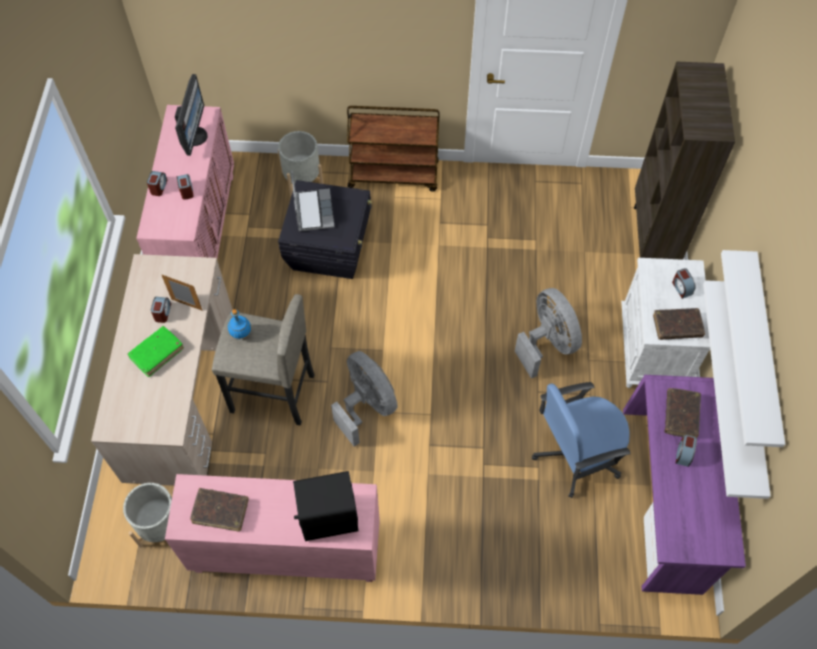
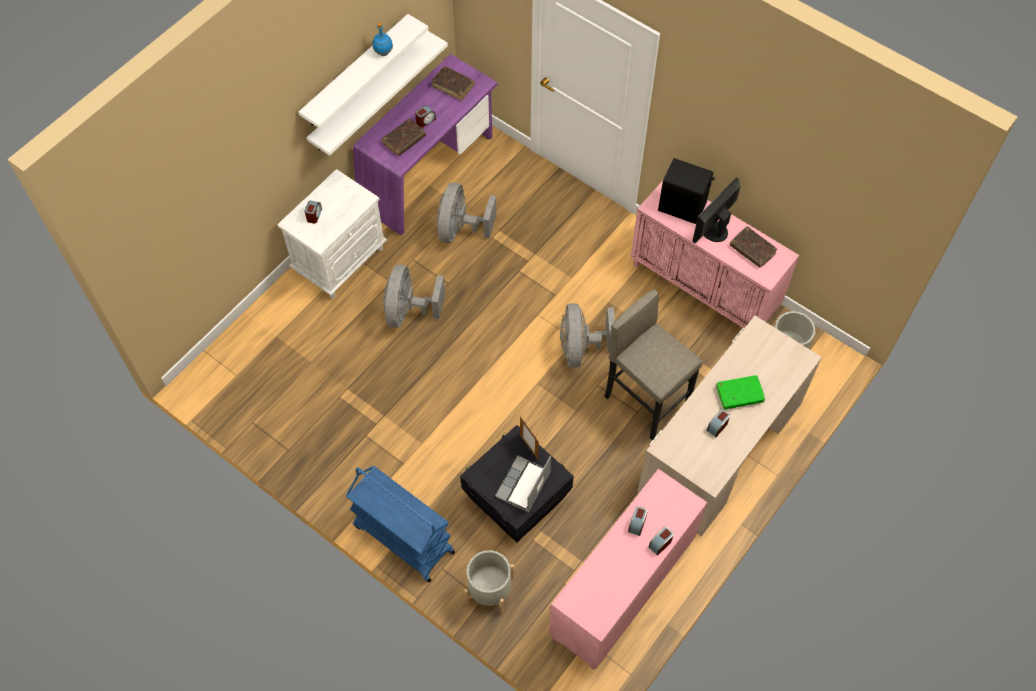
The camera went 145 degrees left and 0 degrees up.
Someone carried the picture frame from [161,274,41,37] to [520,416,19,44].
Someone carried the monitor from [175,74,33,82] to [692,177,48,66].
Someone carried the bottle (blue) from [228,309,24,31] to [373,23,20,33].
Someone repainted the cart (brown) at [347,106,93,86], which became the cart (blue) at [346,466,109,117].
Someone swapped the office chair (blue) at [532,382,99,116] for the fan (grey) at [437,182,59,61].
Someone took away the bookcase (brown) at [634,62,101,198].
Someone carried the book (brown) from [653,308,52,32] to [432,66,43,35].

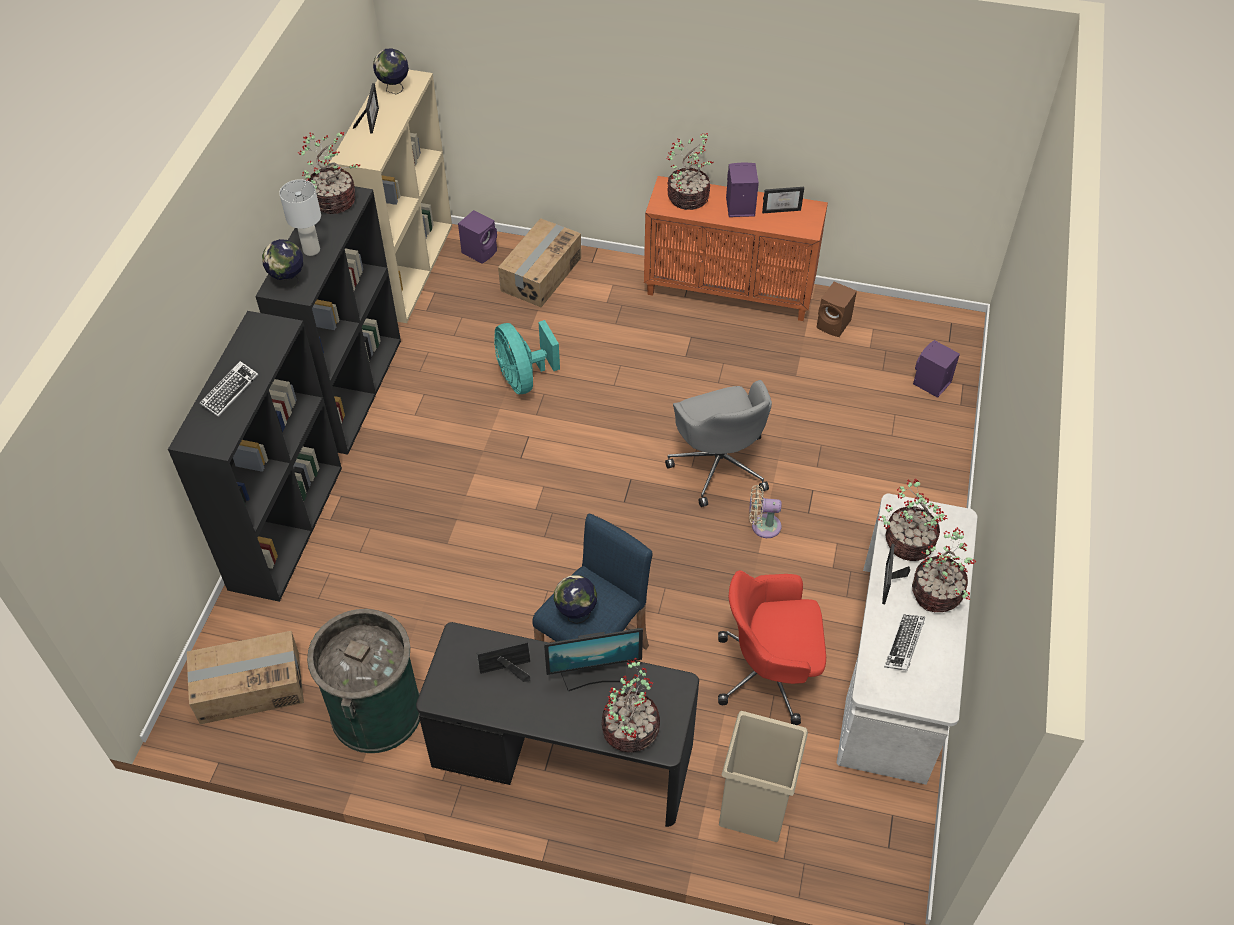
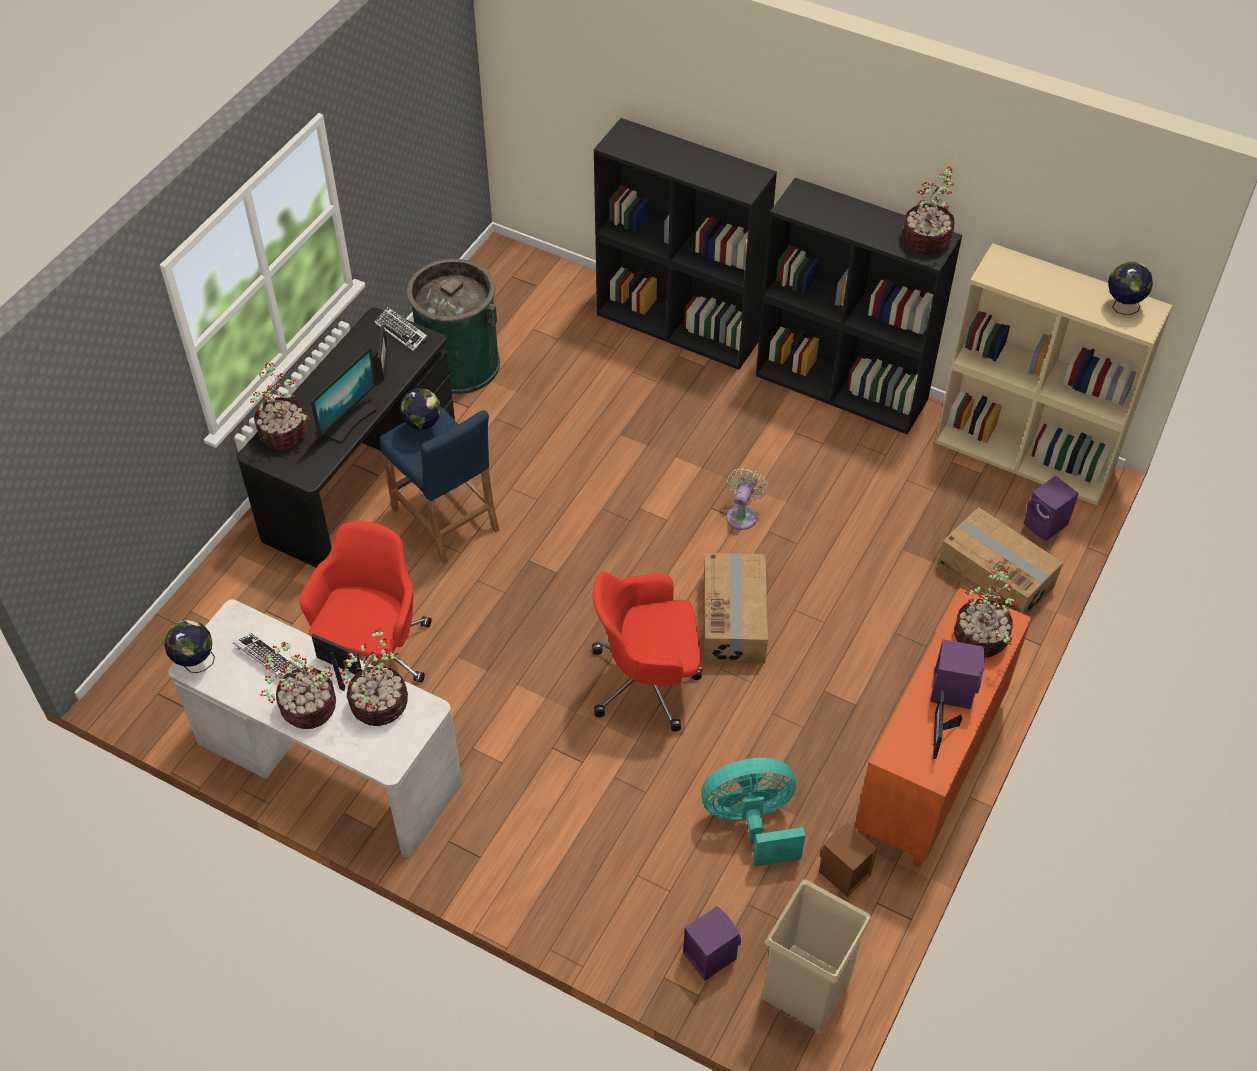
The camera went 105 degrees right and 0 degrees up.
Someone carried the cardboard box from [187,631,117,93] to [704,553,64,111].
Someone carried the keyboard from [199,361,59,56] to [375,307,52,45].
Someone carried the globe from [262,239,41,49] to [164,620,51,53].
Someone took away the table lamp (white) at [279,179,42,77].
Someone took away the picture frame at [353,83,26,51].
Someone carried the fan (turquoise) from [494,320,66,74] to [701,758,105,108].
Someone rotated the monitor at [544,628,99,64] by 150 degrees counterclockwise.
Someone repainted the office chair (grey) at [665,380,107,127], which became the office chair (red) at [592,571,110,160].
Someone carried the trash can (beige) from [719,711,89,131] to [762,879,110,153].
Someone carried the fan (beige) from [749,485,32,53] to [726,468,42,62].

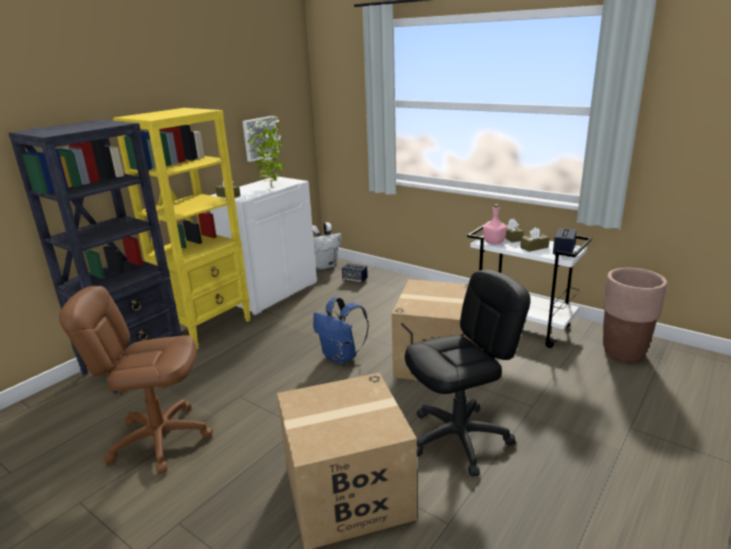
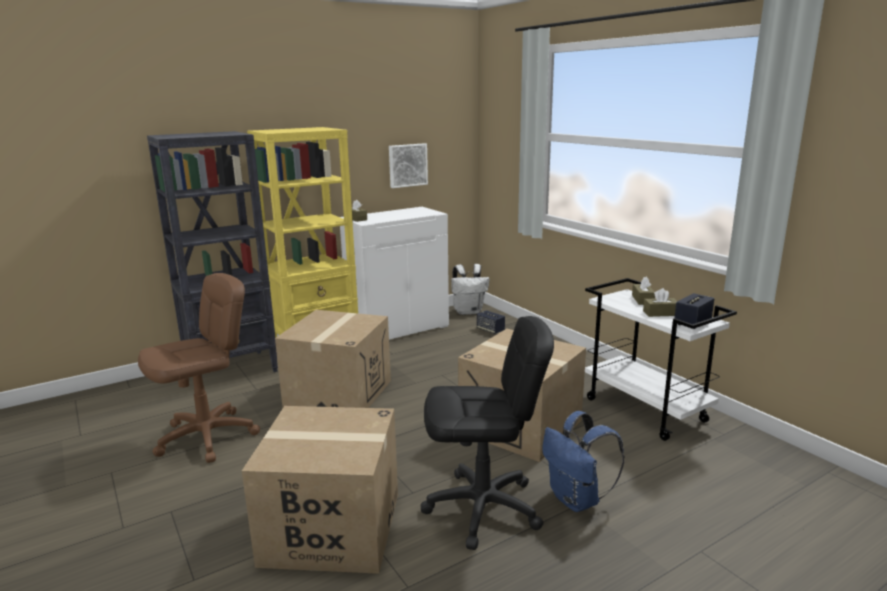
The camera went 20 degrees right and 5 degrees down.
Someone rotated the office chair (brown) at [59,286,154,188] by 120 degrees clockwise.
Someone took away the potted plant at [246,116,39,71].
Someone carried the backpack (blue) from [313,297,56,67] to [542,411,83,101].
Someone took away the bottle (pink) at [483,204,24,41].
Someone took away the planter (brown) at [603,268,64,94].
Someone put down the cardboard box at [275,310,116,98].

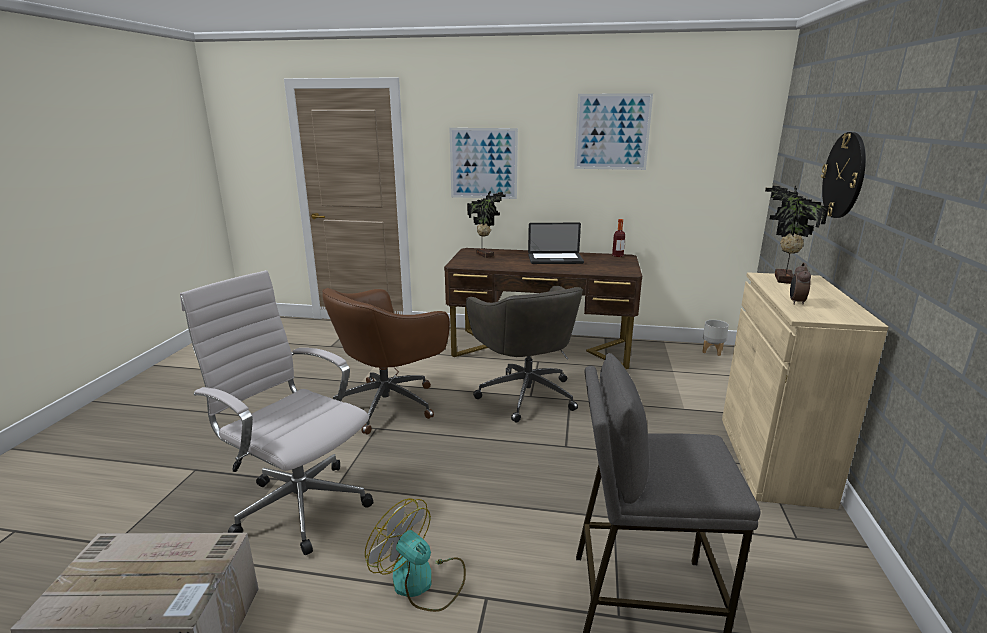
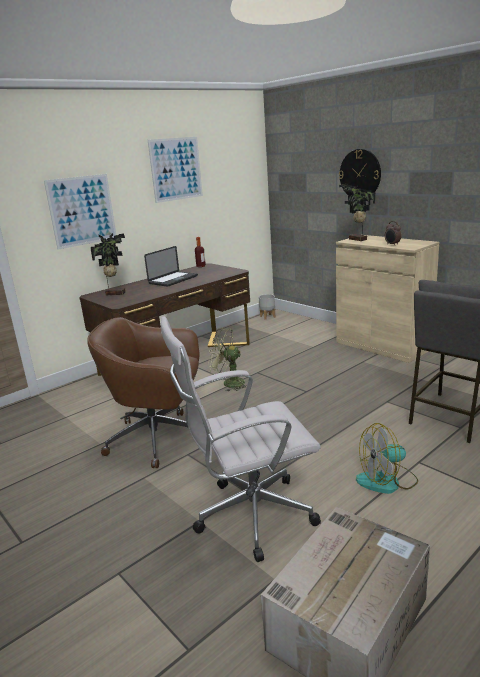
The camera went 50 degrees left and 0 degrees up.
Someone rotated the office chair (brown) at [322,288,128,147] by 105 degrees clockwise.
Someone swapped the office chair (grey) at [466,286,117,137] for the fan (green) at [208,328,39,64].

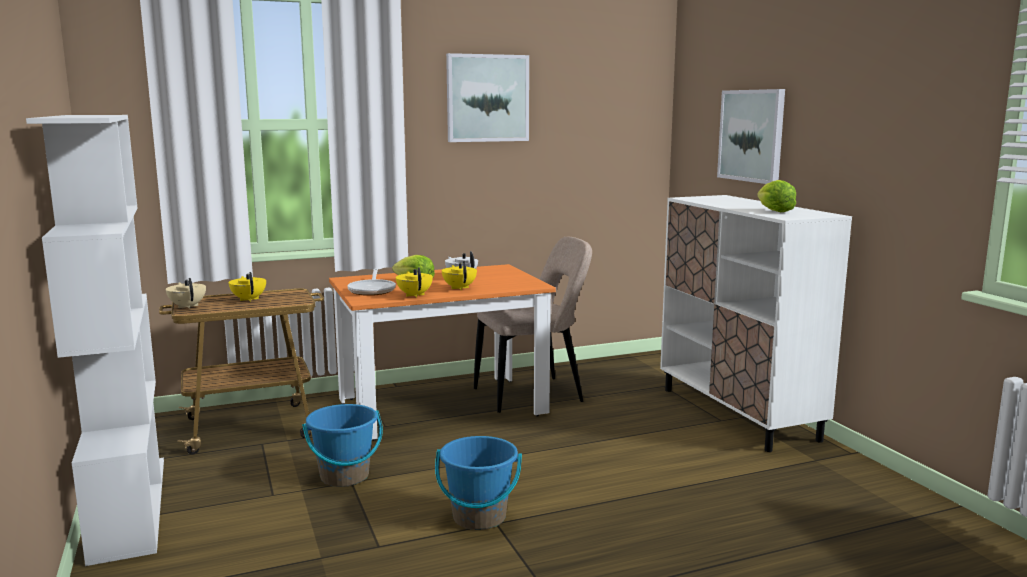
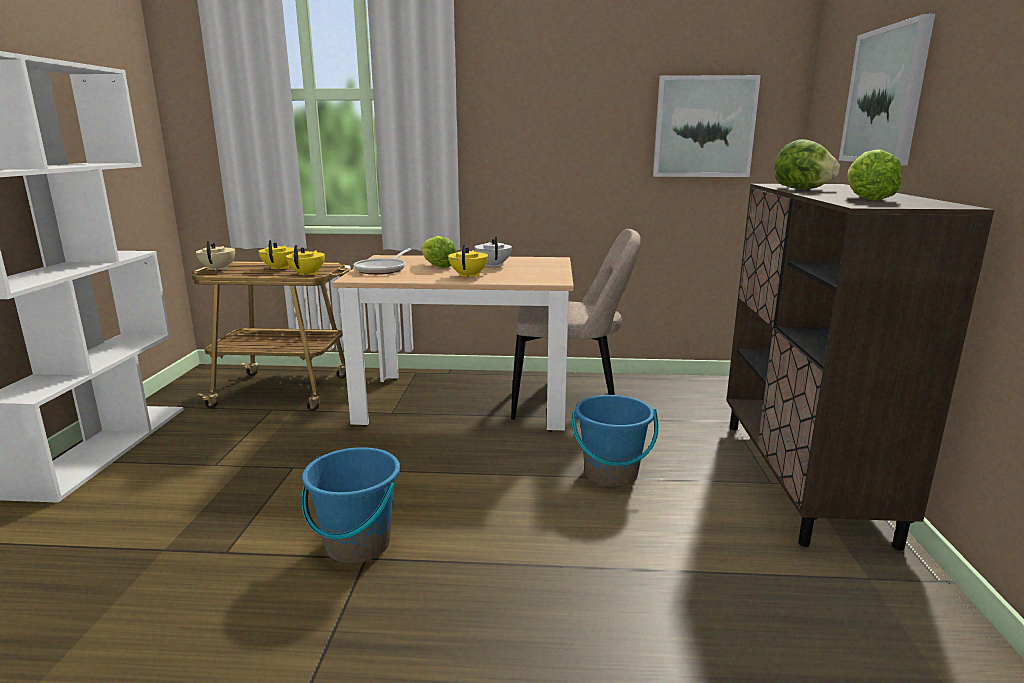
The camera went 25 degrees right and 5 degrees up.
Someone carried the bucket (blue) from [302,404,81,83] to [571,395,88,92].
Someone repainted the dining table (orange) at [329,264,227,177], which became the dining table (beige) at [332,255,242,177].
Someone carried the teapot (yellow) from [396,267,37,31] to [286,245,39,31].
Someone carried the picture from [446,53,83,89] to [653,75,108,102].
Someone repainted the cabinet (white) at [660,195,192,257], which became the cabinet (brown) at [726,184,269,367].
Someone put down the lettuce at [774,139,66,50].

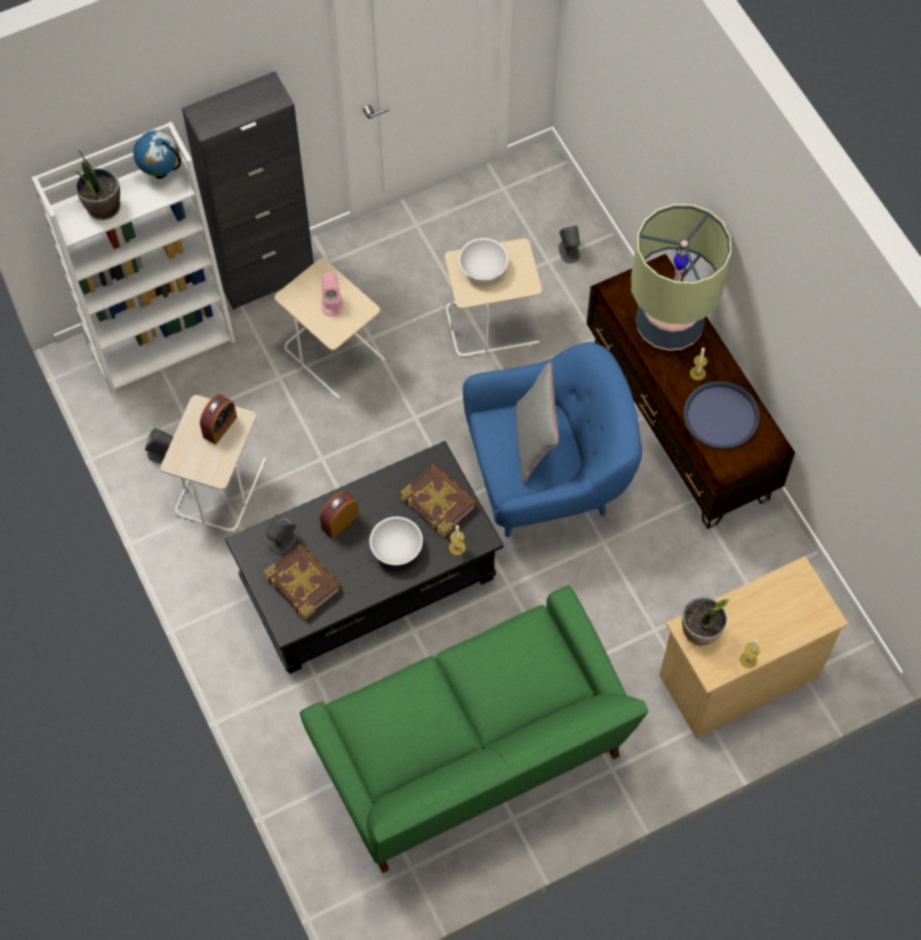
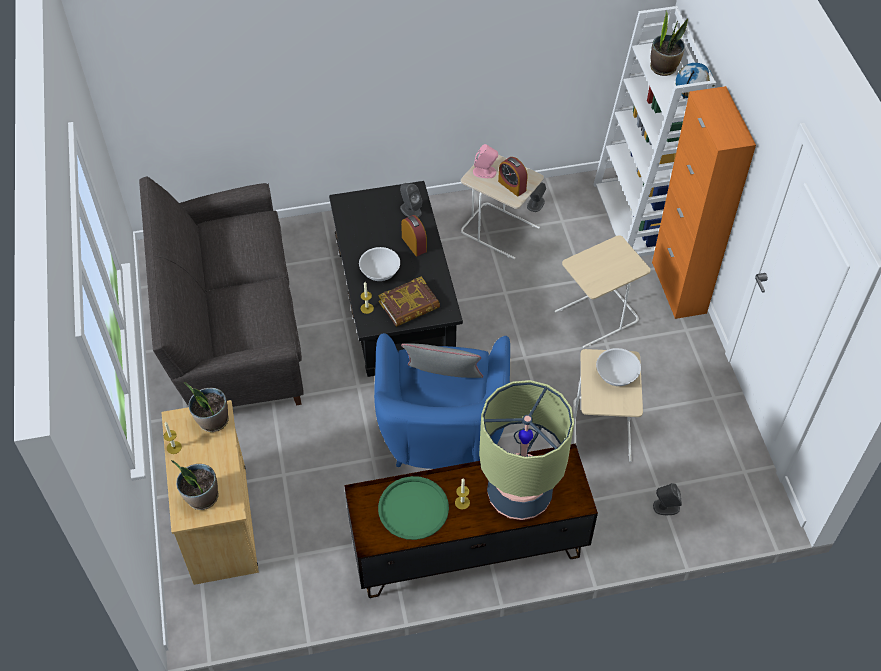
The camera went 105 degrees right and 10 degrees down.
Someone repainted the cabinet (black) at [182,71,132,239], which became the cabinet (orange) at [652,86,104,233].
Someone took away the book at [264,544,78,76].
Someone repainted the sofa (green) at [300,585,348,288], which became the sofa (grey) at [139,176,165,231].
Someone carried the speaker (pink) from [321,272,22,45] to [473,144,25,34].
Someone repainted the tray (blue) at [684,381,76,68], which became the tray (green) at [378,476,71,64].
Someone put down the potted plant at [171,460,47,50].

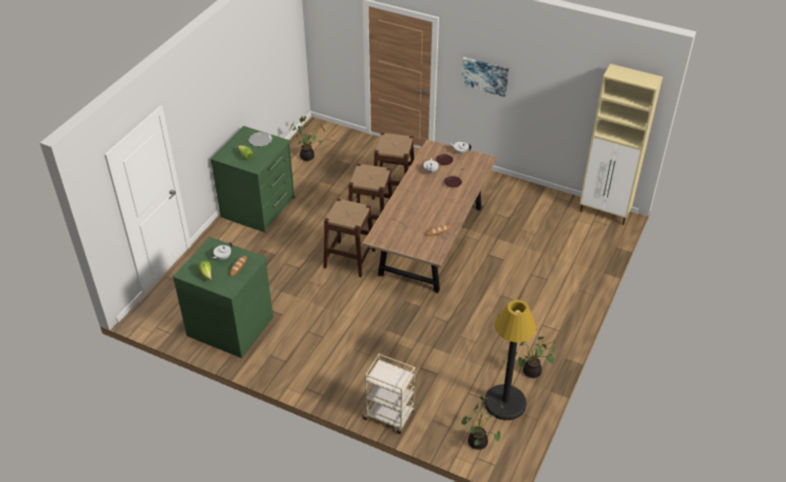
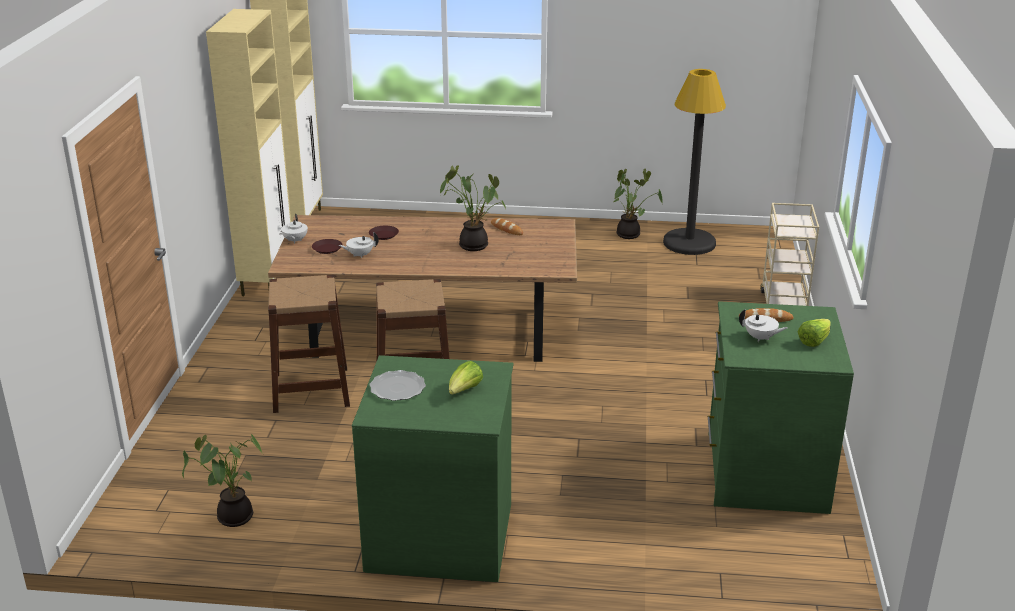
The camera went 110 degrees left and 15 degrees down.
Someone took away the stool (brown) at [323,198,52,79].
Someone took away the picture at [461,57,48,40].
Someone carried the potted plant from [461,396,43,54] to [440,166,66,85].
Someone put down the cabinet (beige) at [206,9,85,287].

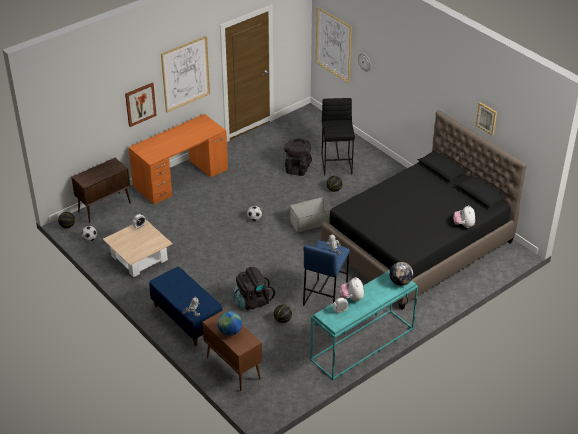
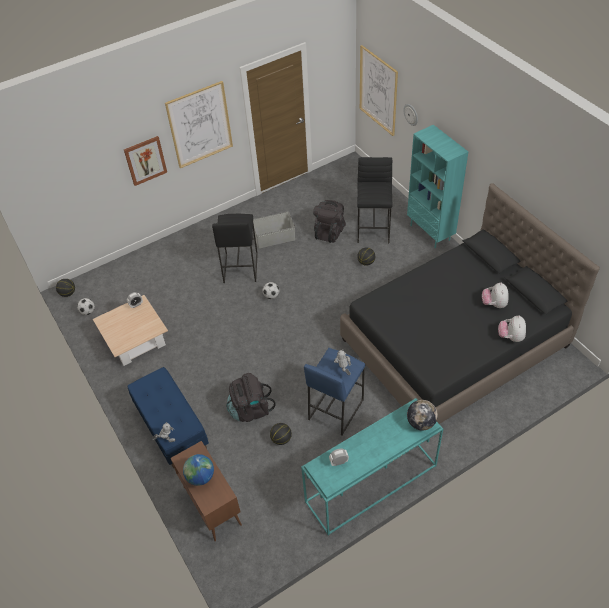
The camera went 10 degrees right and 10 degrees up.
Someone took away the cabinet (brown) at [71,158,60,65].
Someone took away the desk (orange) at [128,114,100,90].
Someone carried the storage box (grey) from [290,197,42,36] to [253,211,42,38].
Someone carried the plush toy from [340,277,24,24] to [482,282,27,26].
Someone took away the picture at [476,102,21,34].
Someone put down the stool (black) at [212,214,46,69].
Someone put down the bookcase (turquoise) at [407,125,61,123].

